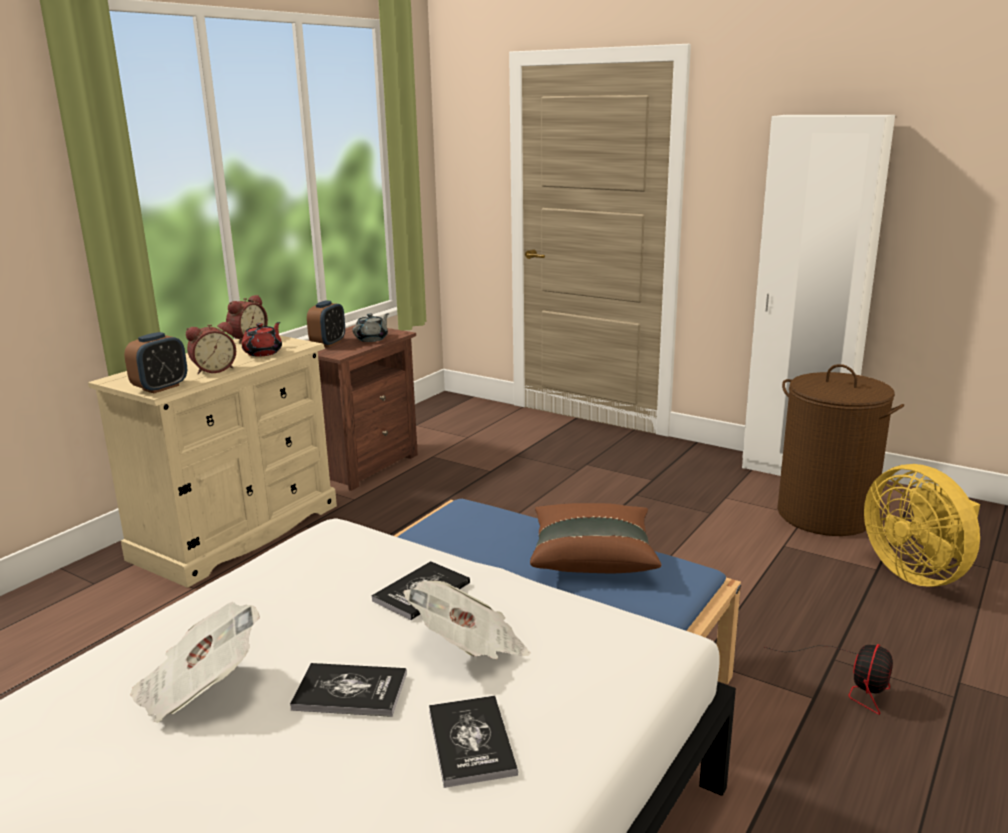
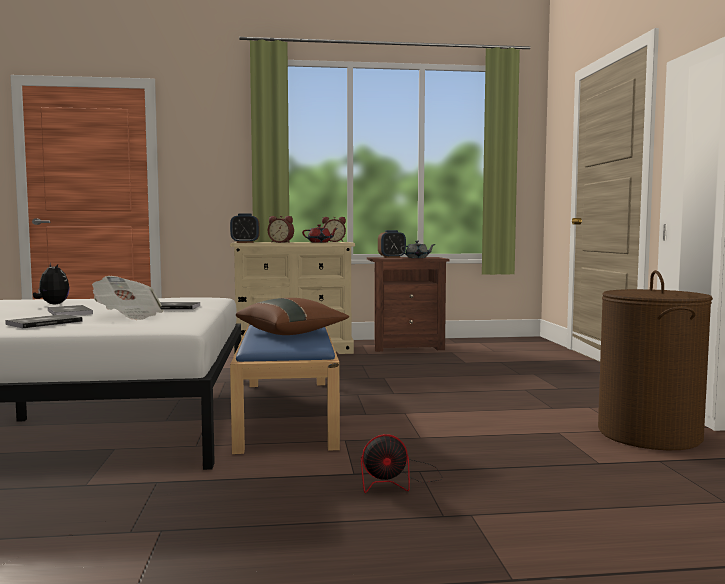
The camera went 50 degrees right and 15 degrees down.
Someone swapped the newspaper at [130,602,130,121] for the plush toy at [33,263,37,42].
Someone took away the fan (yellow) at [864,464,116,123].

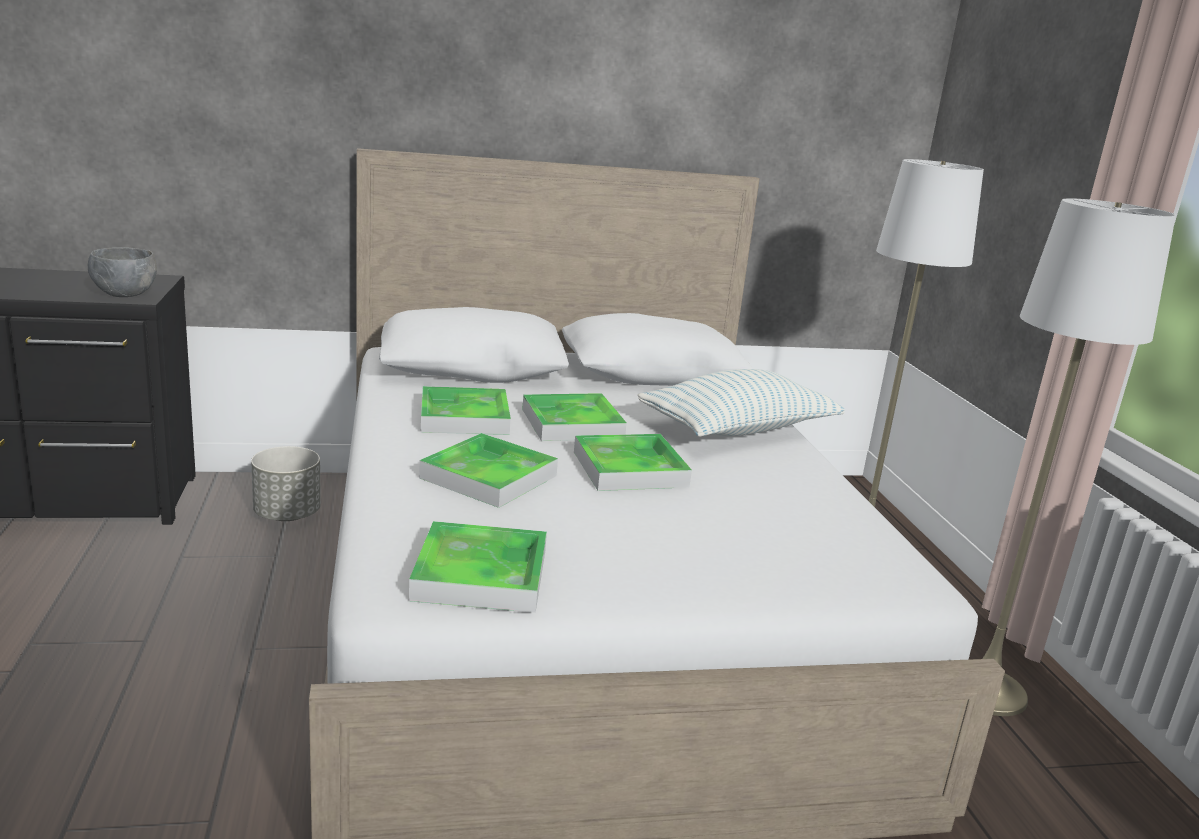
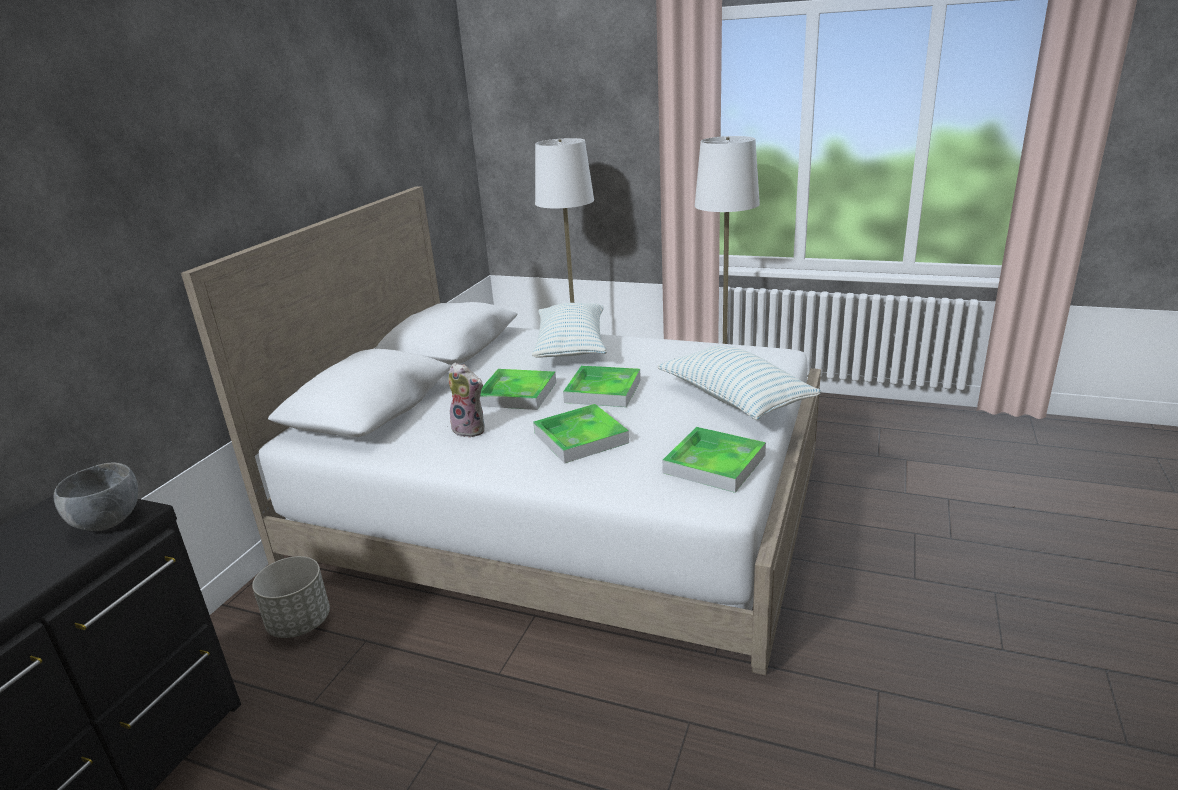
The camera went 55 degrees left and 5 degrees up.
Someone swapped the tray at [421,386,90,49] for the plush toy at [448,363,37,75].
Someone put down the pillow at [657,345,164,75].

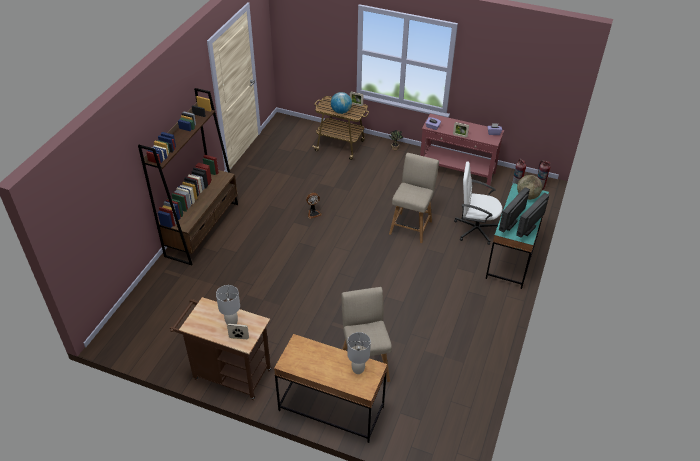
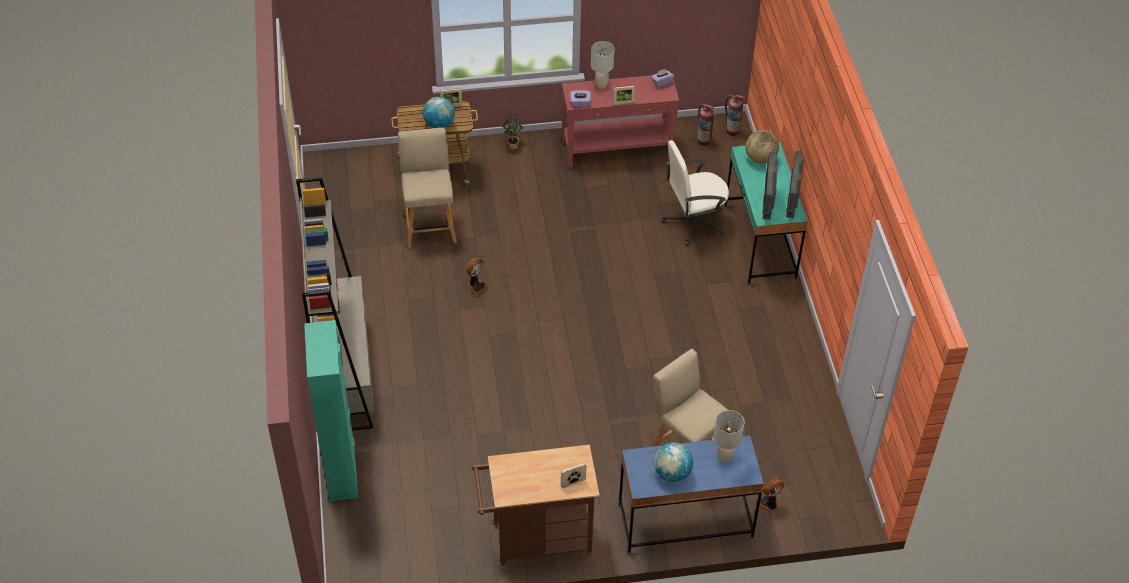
The camera went 30 degrees left and 5 degrees up.
Someone repainted the bookcase (brown) at [138,88,100,177], which became the bookcase (grey) at [296,177,78,253].
Someone carried the table lamp (grey) from [216,285,24,40] to [591,41,24,48].
Someone repainted the desk (brown) at [274,334,113,109], which became the desk (blue) at [619,436,145,117].
Someone carried the chair (beige) from [389,153,50,90] to [398,128,59,120].
Someone put down the cabinet (turquoise) at [304,320,54,181].
Someone put down the globe at [654,442,39,40].
Someone put down the fan at [755,477,29,36].

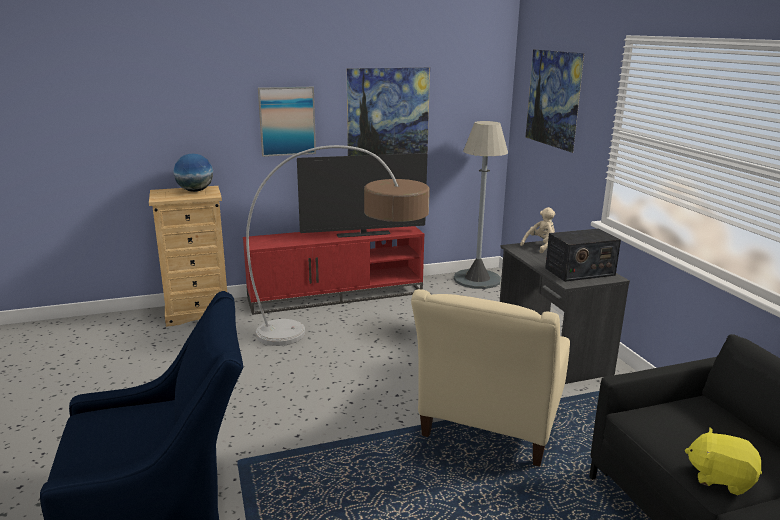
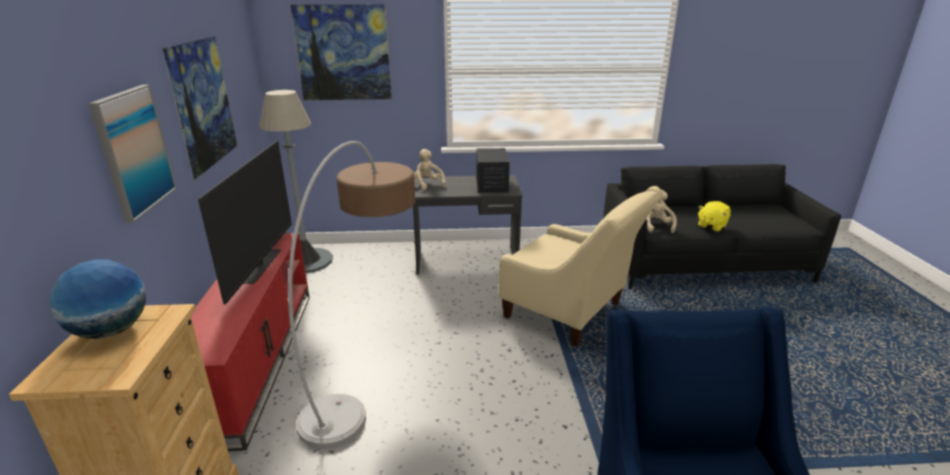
The camera went 75 degrees left and 5 degrees up.
Someone put down the plush toy (beige) at [646,189,31,44].

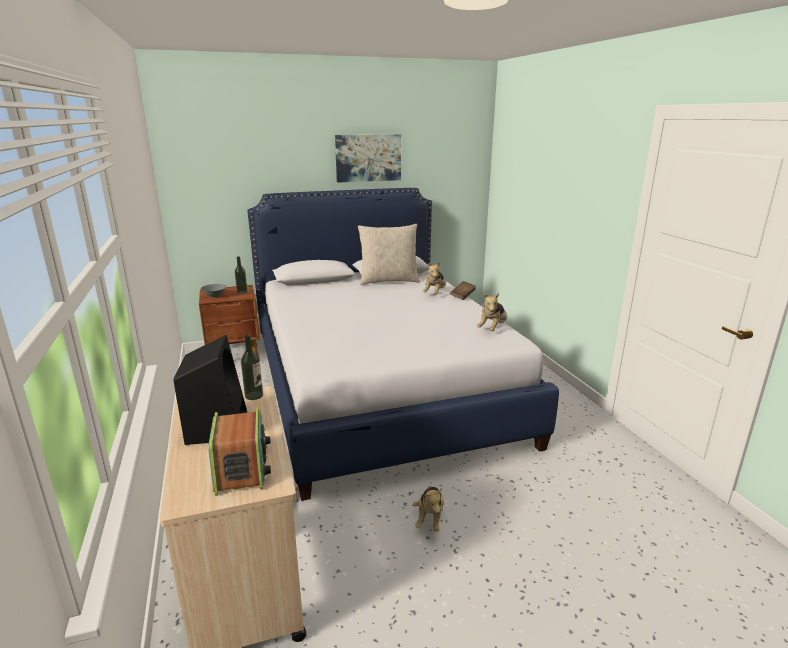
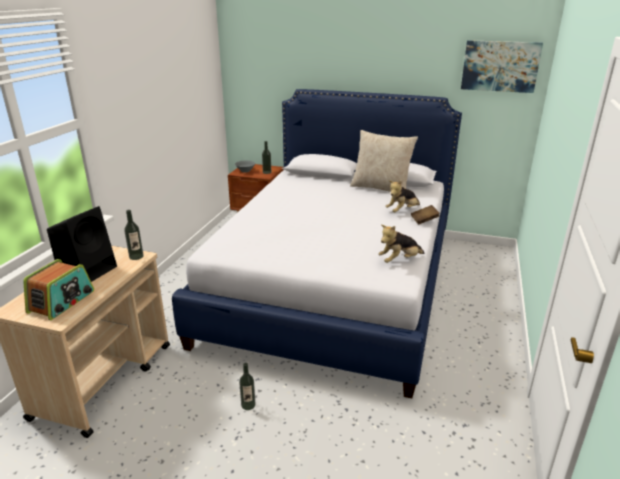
The camera went 35 degrees right and 5 degrees up.
Someone carried the picture from [335,134,66,49] to [461,40,82,53].
Someone swapped the plush toy at [413,487,31,45] for the bottle at [239,363,17,47].

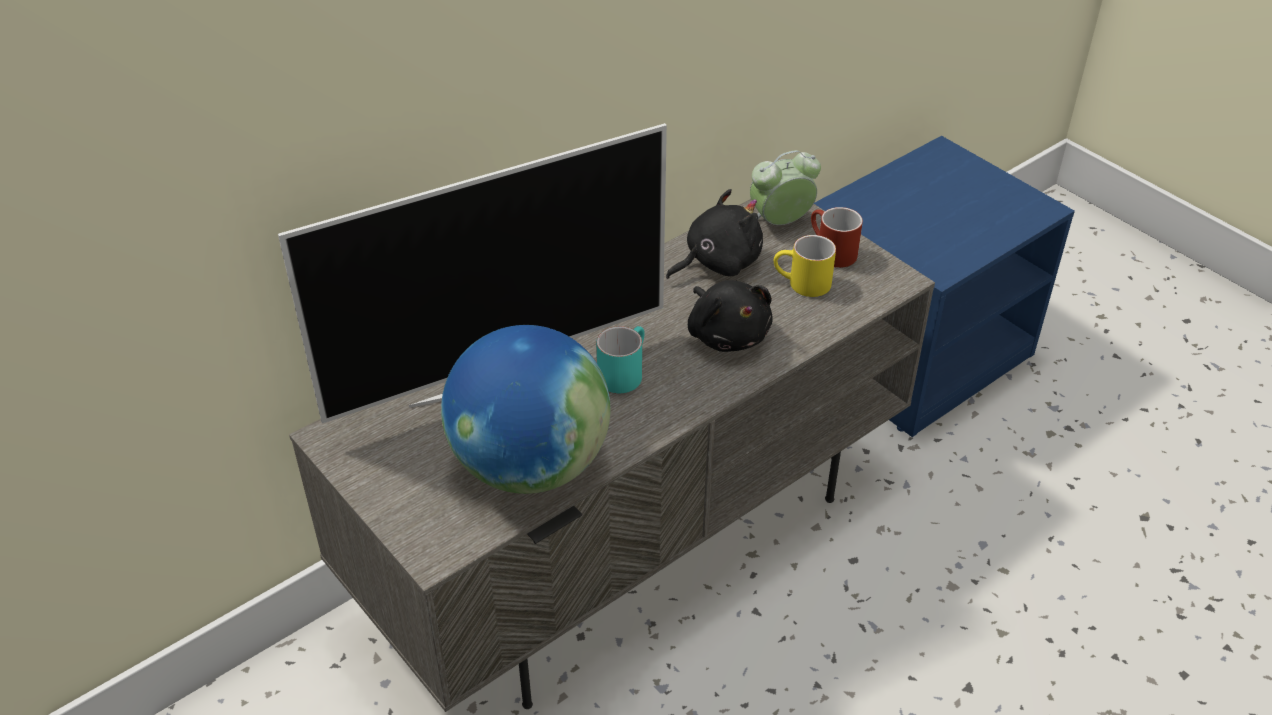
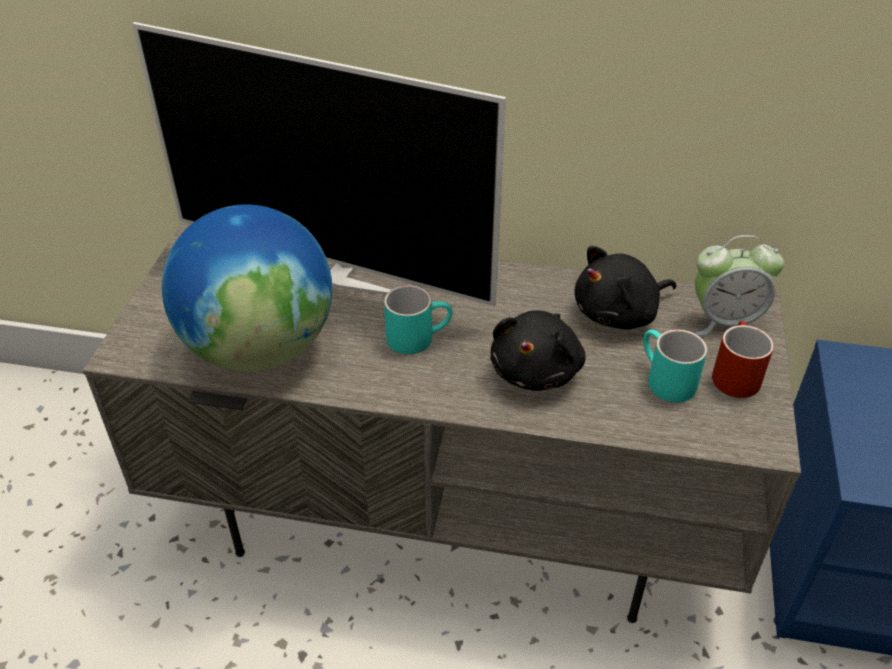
The camera went 50 degrees right and 0 degrees up.
Someone rotated the plush toy (black) at [666,189,97,90] by 135 degrees clockwise.
Someone rotated the alarm clock at [750,150,71,75] by 150 degrees clockwise.
Someone repainted the mug (yellow) at [774,235,62,62], which became the mug (turquoise) at [643,329,64,73].

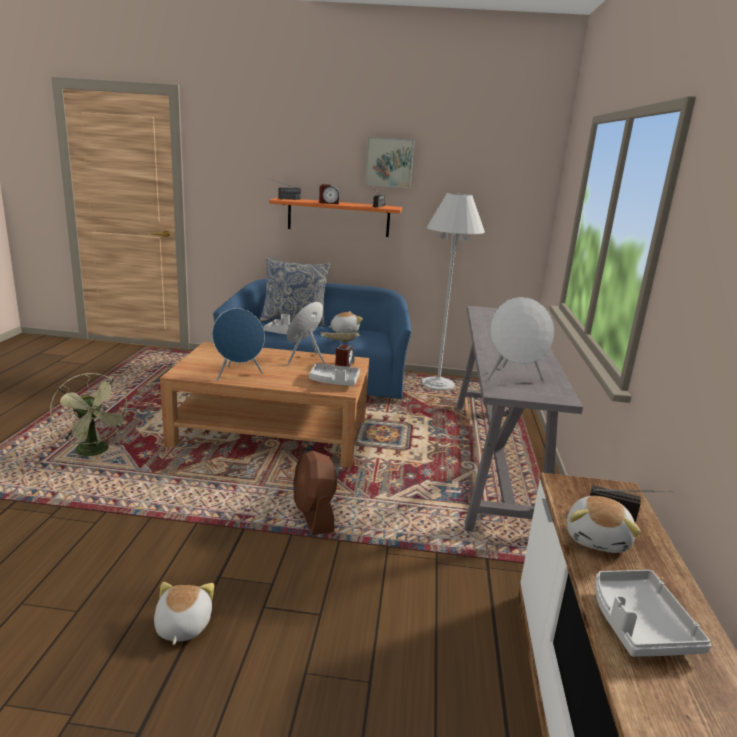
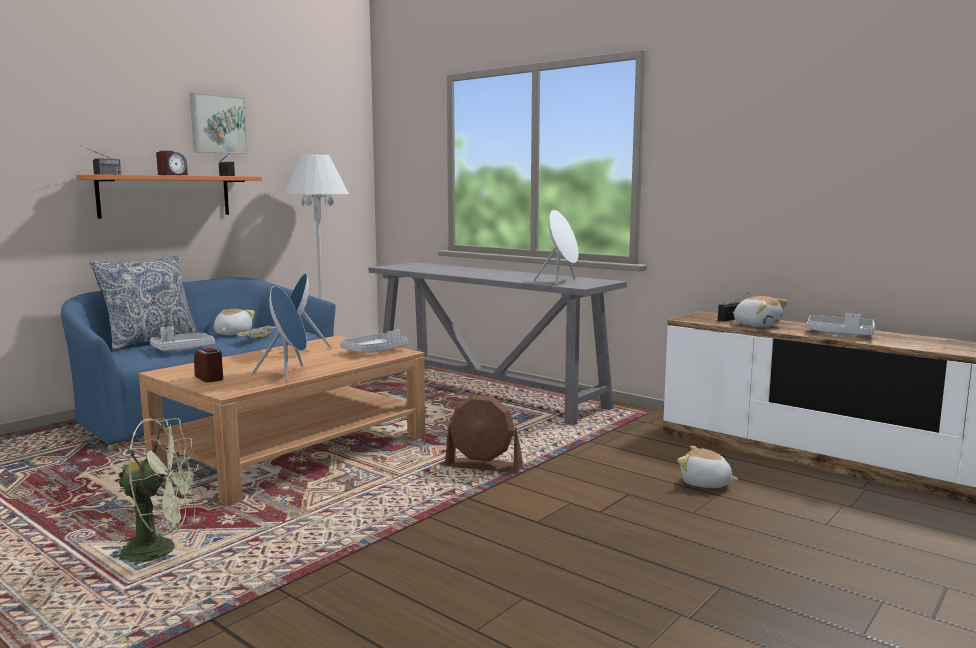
The camera went 55 degrees left and 10 degrees down.
Someone carried the plush toy from [154,582,60,63] to [677,446,61,42].
Someone carried the alarm clock from [335,344,20,23] to [194,348,29,35].

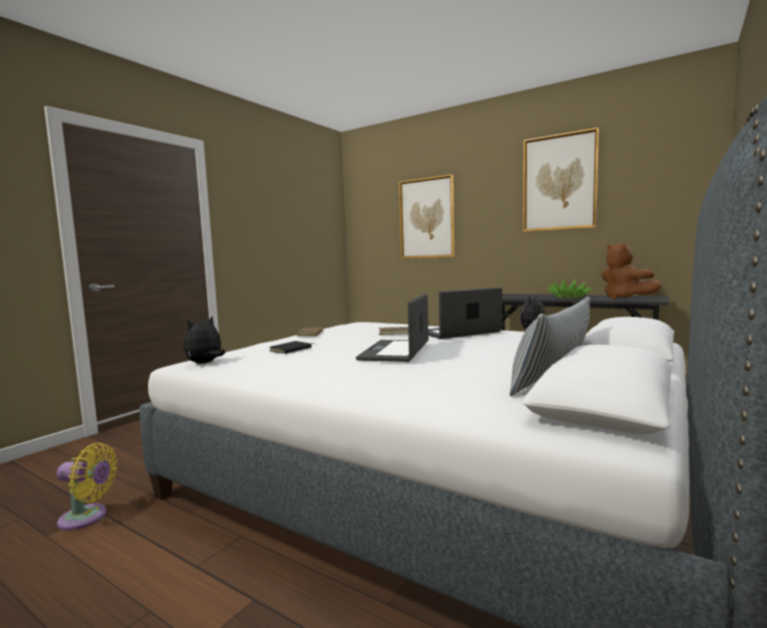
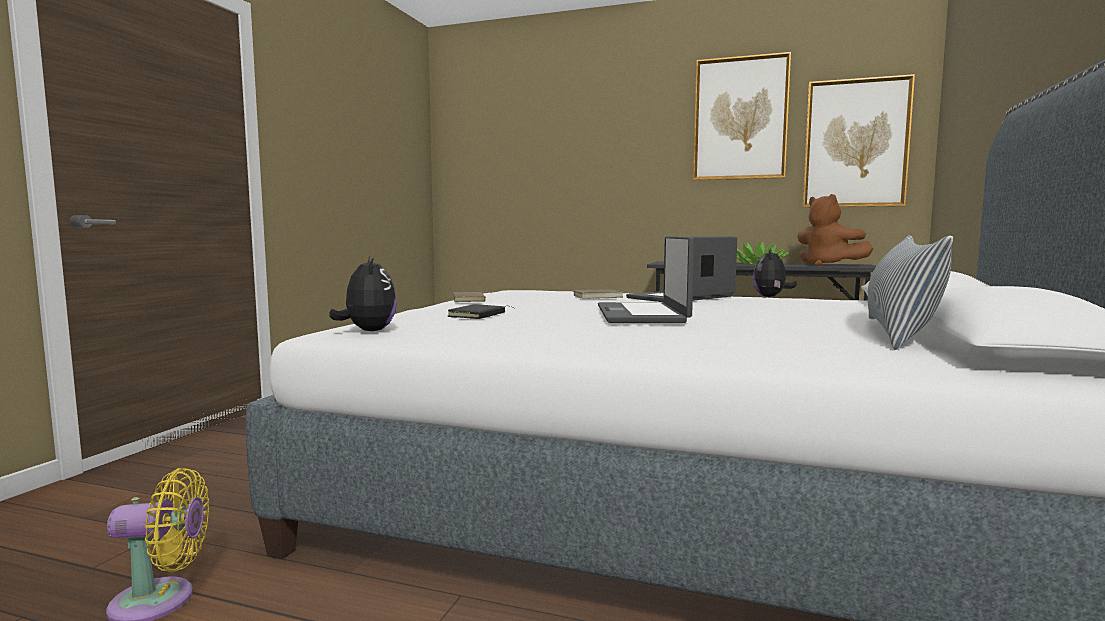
The camera went 15 degrees left and 0 degrees up.
Someone rotated the plush toy at [183,316,43,48] by 135 degrees clockwise.
Someone carried the picture from [399,175,55,84] to [803,74,112,133].

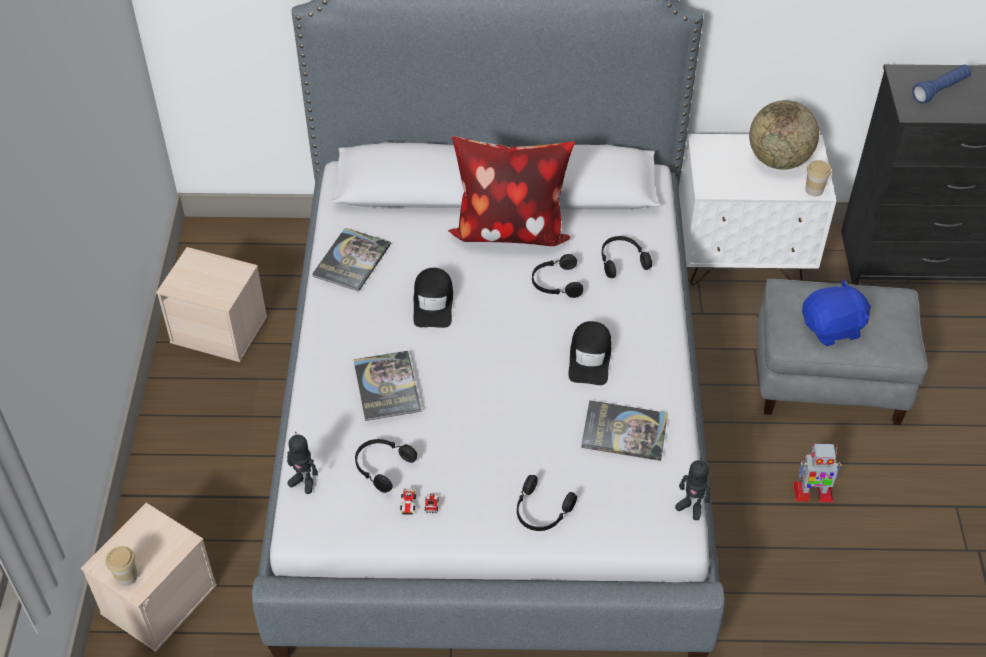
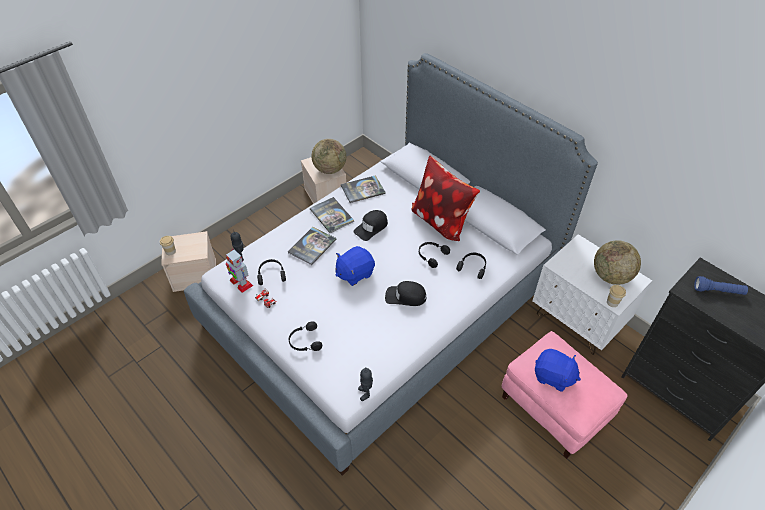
The camera went 45 degrees right and 0 degrees up.
Someone rotated the cap (black) at [568,321,43,64] by 45 degrees clockwise.
Someone carried the book from [581,400,87,61] to [310,197,44,36].
Someone repainted the ottoman (grey) at [757,279,171,146], which became the ottoman (pink) at [502,331,126,128].
Someone carried the toy robot from [793,444,49,58] to [226,249,27,44].
Someone put down the globe at [312,139,34,35].
Someone put down the plush toy (blue) at [335,246,40,40].

